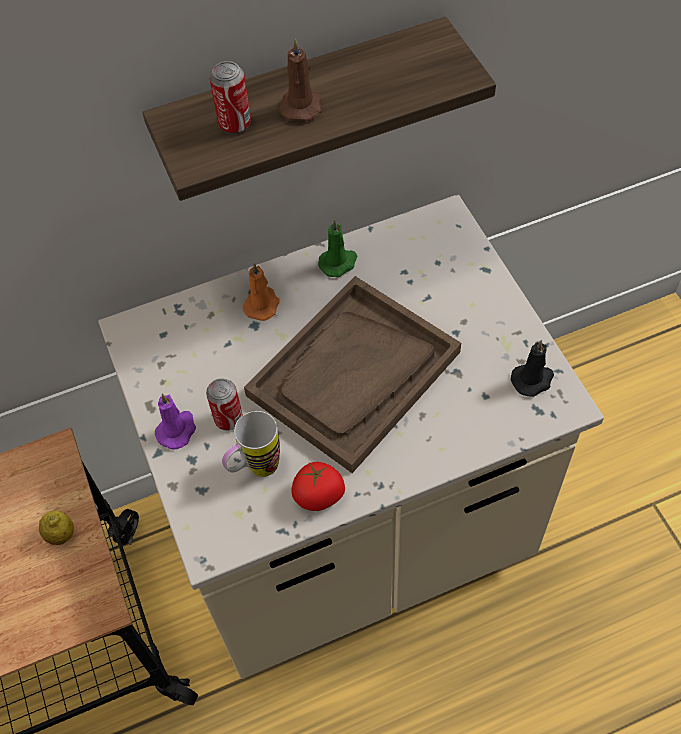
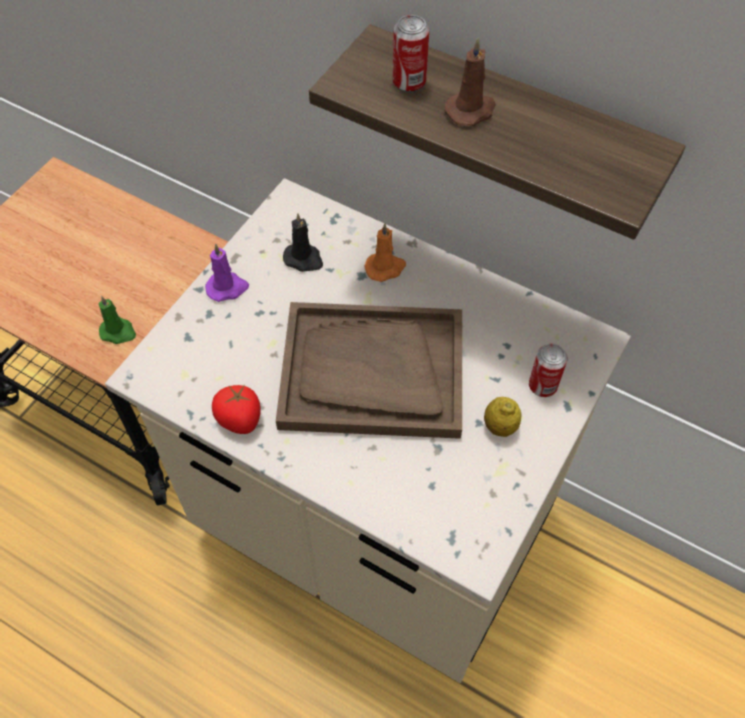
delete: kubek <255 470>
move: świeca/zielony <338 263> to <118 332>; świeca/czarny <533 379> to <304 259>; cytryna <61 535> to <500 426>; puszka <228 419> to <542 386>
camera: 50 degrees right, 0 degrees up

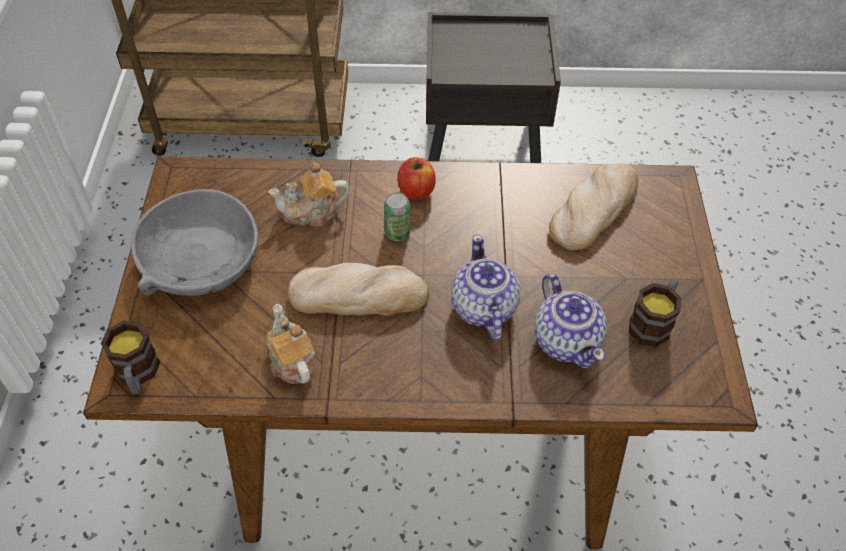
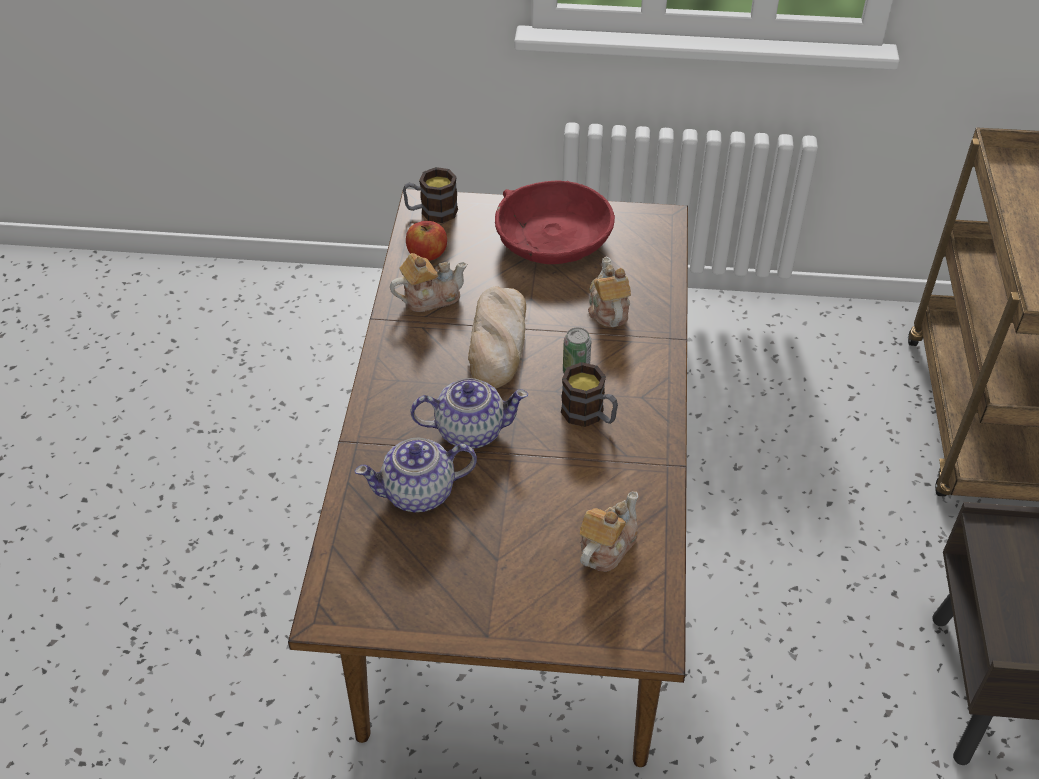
move: jabłko <416 191> to <427 254>; kubek <653 322> to <589 415>
replace: chleb <594 208> to imbryk <606 546>
recolor: miska/szary <200 258> to miska/czerwony <552 239>
camera: 95 degrees right, 5 degrees down

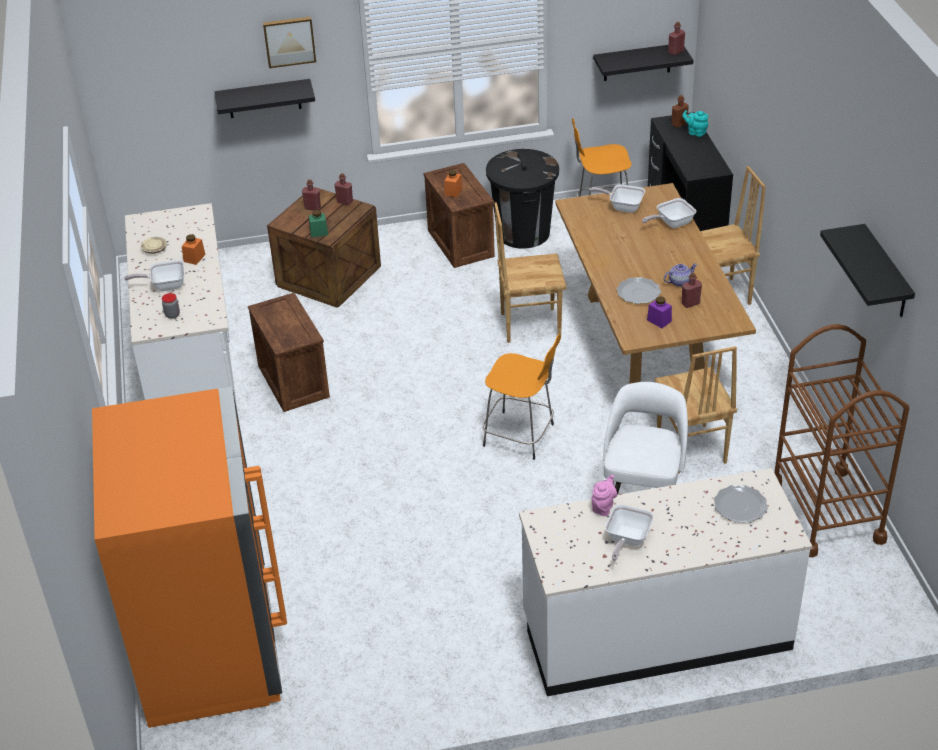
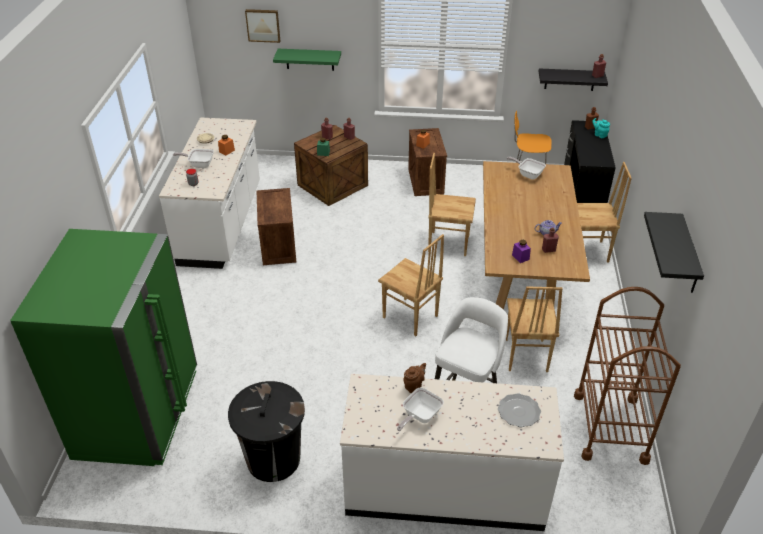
delete: talerz <638 292>; patelnia <671 223>
move: kosz na śmieci/czarny <523 233> to <273 459>; obraz <289 41> to <263 25>
replace: stołek/pomarańczowy <521 436> to krzesło/brązowy <410 317>
recolor: lodówka/pomarańczowy <211 647> to lodówka/zielony <138 413>; półka/czarny <264 98> to półka/zielony <310 59>; imbryk/różowy <603 506> to imbryk/brązowy <414 385>
camera: 15 degrees right, 0 degrees up

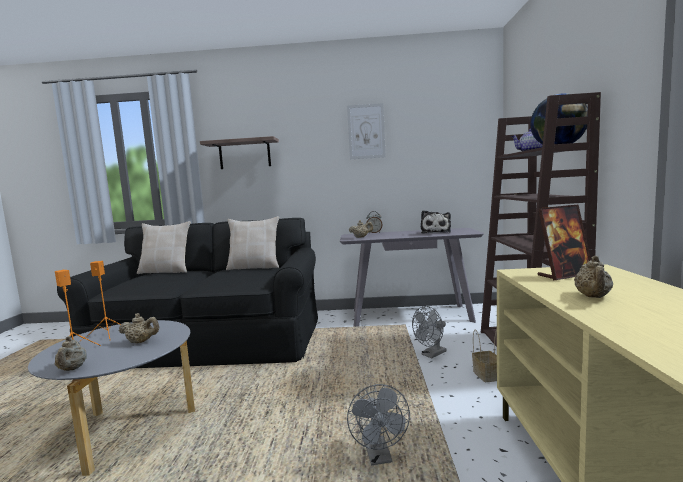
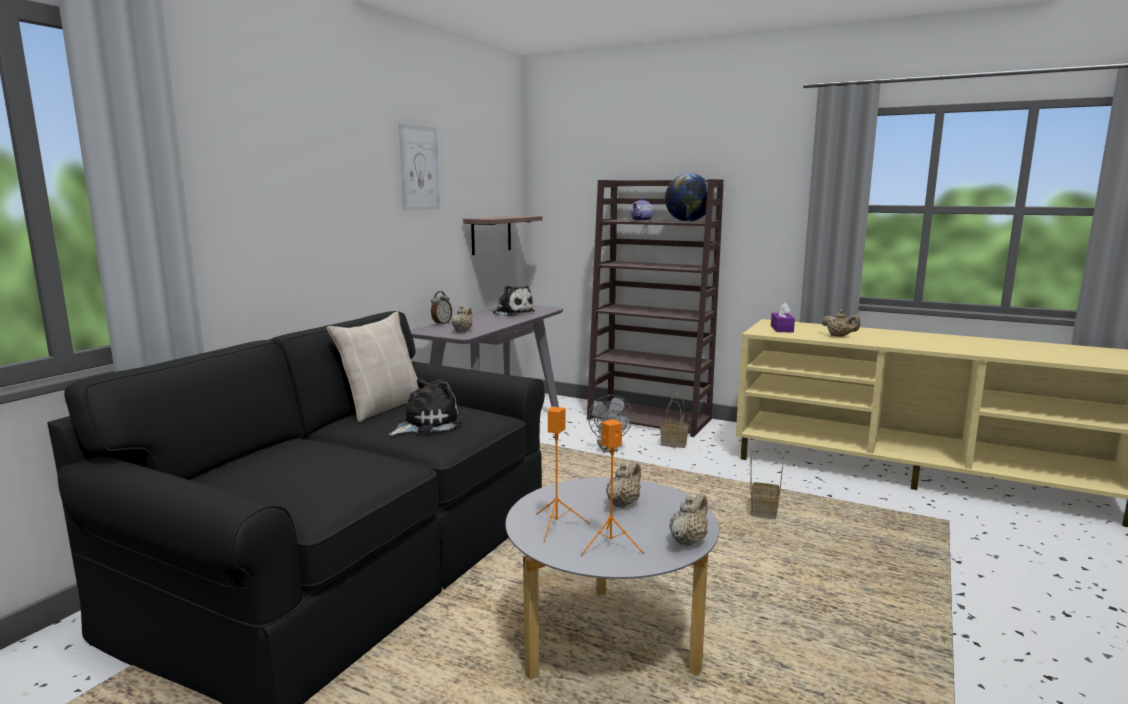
delete: poduszka/beżowy <166 271>
insert: pluszak <426 424>
move: półka <244 154> to <491 234>
replace: wentylator/szary <379 457> to koszyk <763 511>; ramka na zdjęcie <564 275> to pudełko chusteczek/fioletowy <782 329>
rotate: imbryk/beżowy <72 369> = <688 541> 60 degrees counterclockwise
camera: 65 degrees left, 5 degrees up

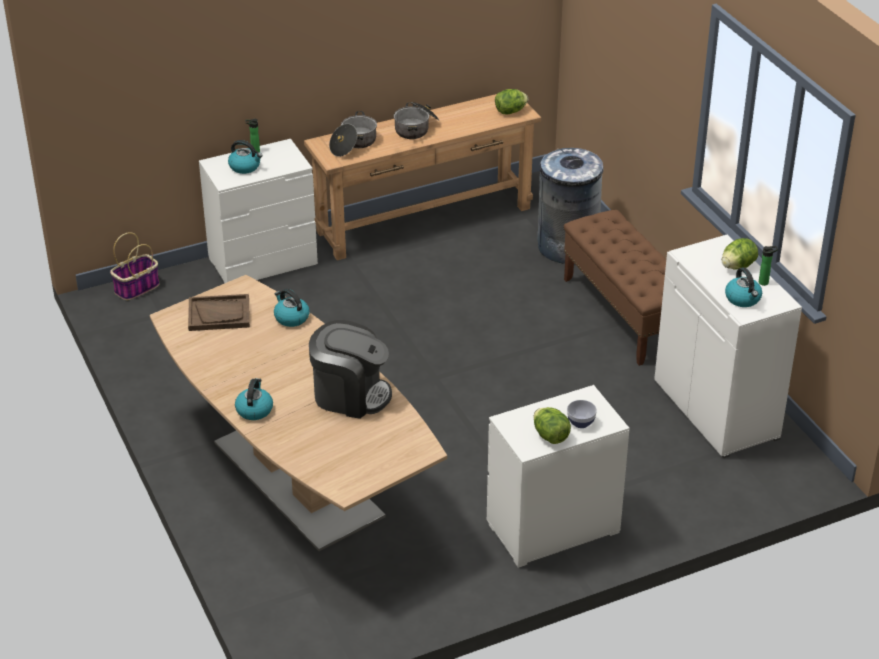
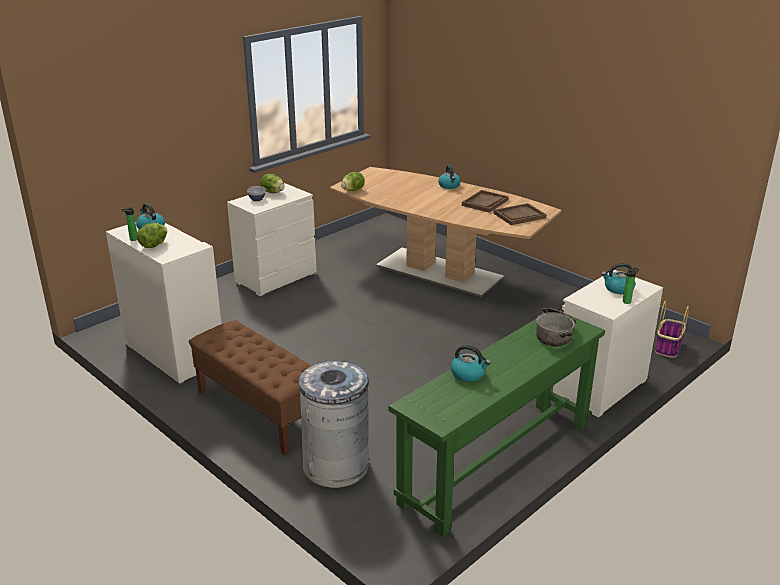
delete: ekspres do kawy <350 395>; garnek <416 128>
insert: taca/brązowy <485 202>
move: sałata <510 111> to <353 190>; czajnik <291 318> to <468 374>
recolor: stolik konsolowy/brązowy <424 220> to stolik konsolowy/zielony <497 462>
camera: 160 degrees right, 10 degrees down

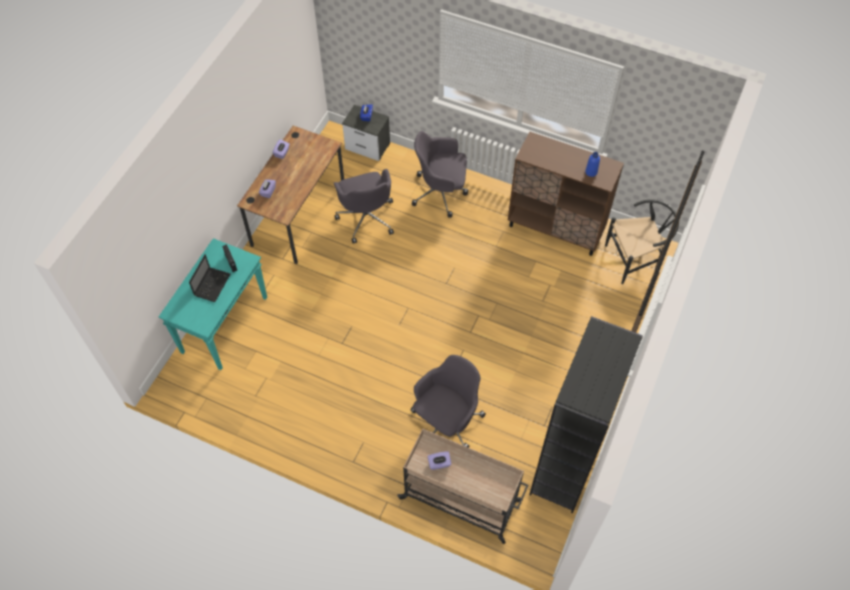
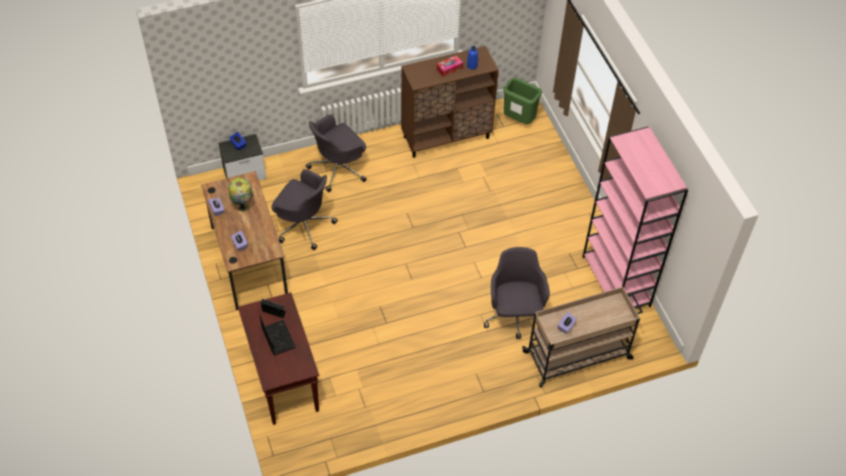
insert: lampa stołowa <243 207>; pudełko chusteczek <449 68>
replace: krzesło/czarny <635 259> to kosz na śmieci/zielony <519 120>
recolor: stolik konsolowy/turkusowy <224 324> to stolik konsolowy/brązowy <283 378>; regał/czarny <566 465> to regał/różowy <616 281>
camera: 45 degrees left, 5 degrees down

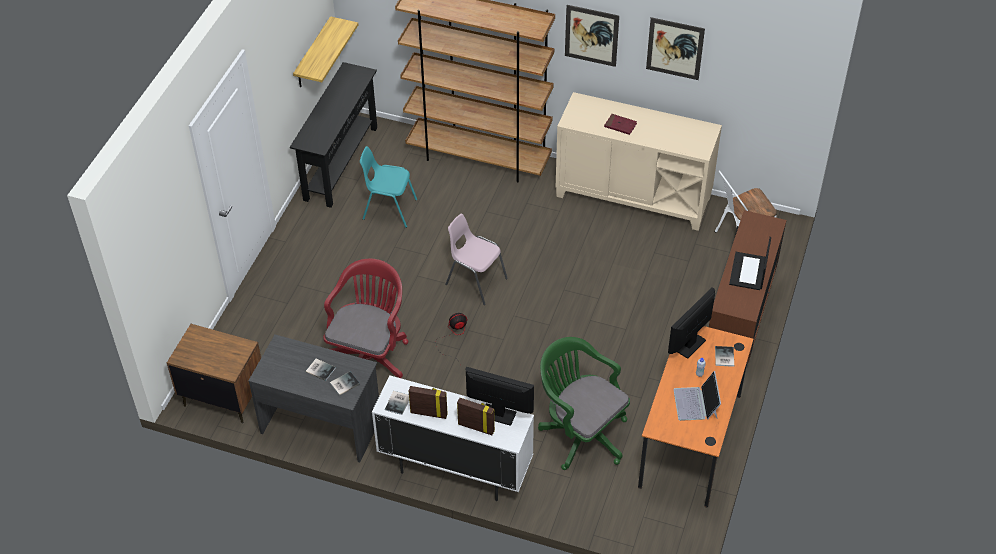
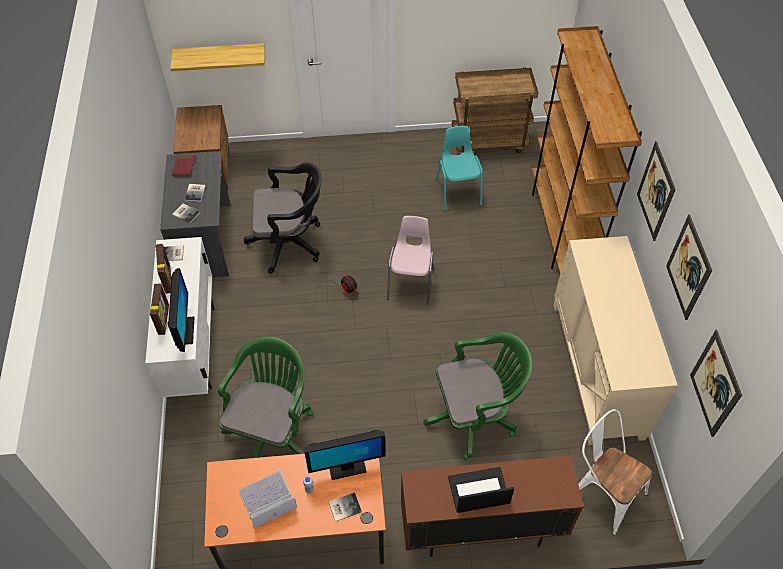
insert: krzesło biurowe/zielony <475 416>; obraz <715 384>
move: półka <313 54> to <220 56>; książka/czerwony <620 125> to <184 166>
replace: stolik konsolowy/czarny <340 163> to wózek/brązowy <489 141>
recolor: krzesło biurowe/czerwony <370 356> to krzesło biurowe/czarny <290 243>
rotate: monitor <690 345> = <346 467> 150 degrees clockwise
camera: 65 degrees right, 5 degrees up

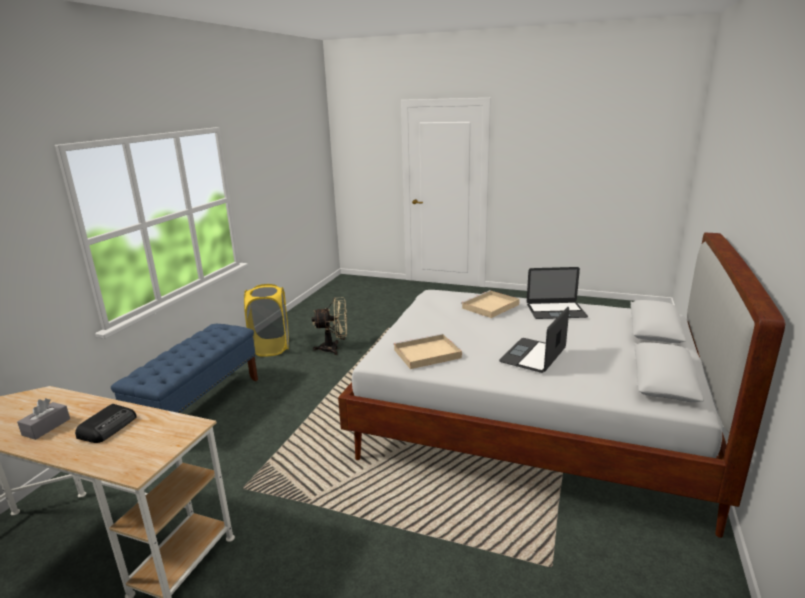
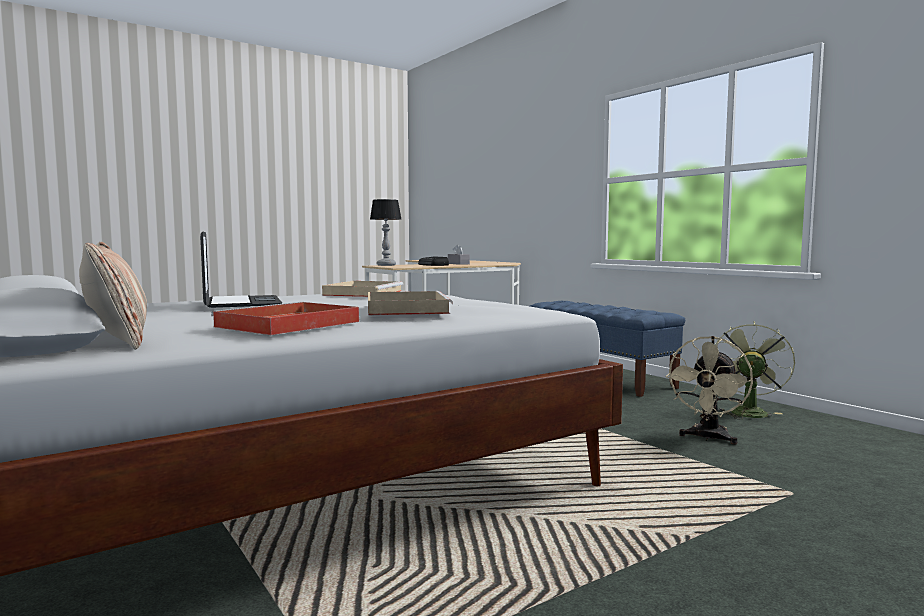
insert: poduszka <117 334>; lampa stołowa <386 265>
replace: laptop <556 310> to taca/czerwony <286 324>; kosz na pranie/żółty <271 347> to wentylator/zielony <747 411>
camera: 125 degrees right, 15 degrees down

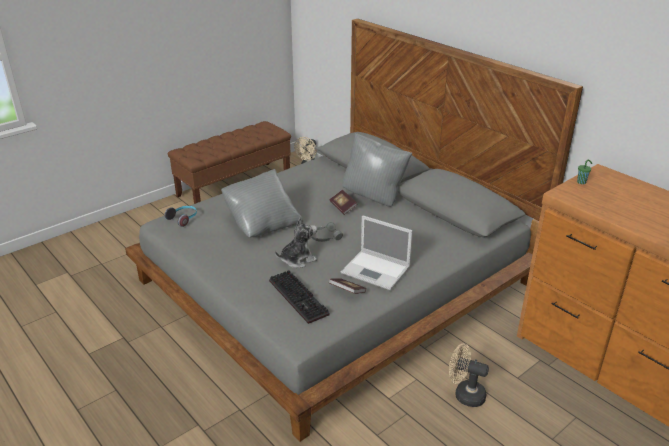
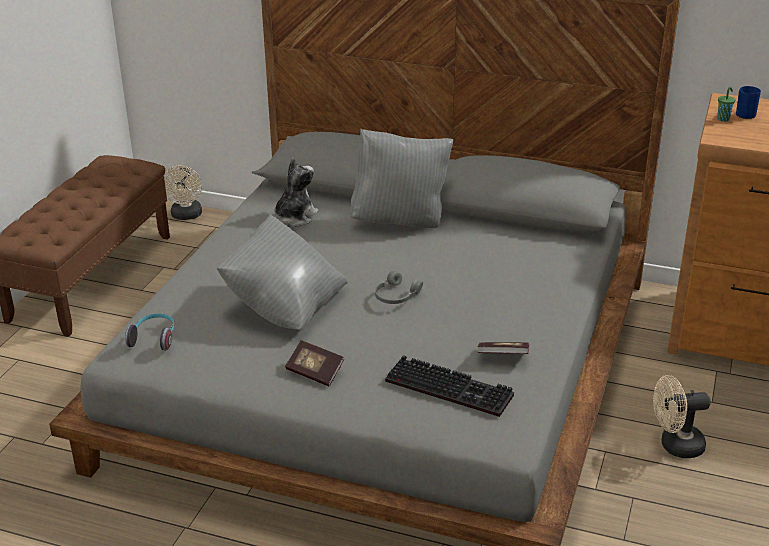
delete: laptop <377 270>
insert: kubek/niebieski <743 113>
move: pluszak <297 259> to <295 217>; książka <343 207> to <315 372>
camera: 30 degrees left, 0 degrees up

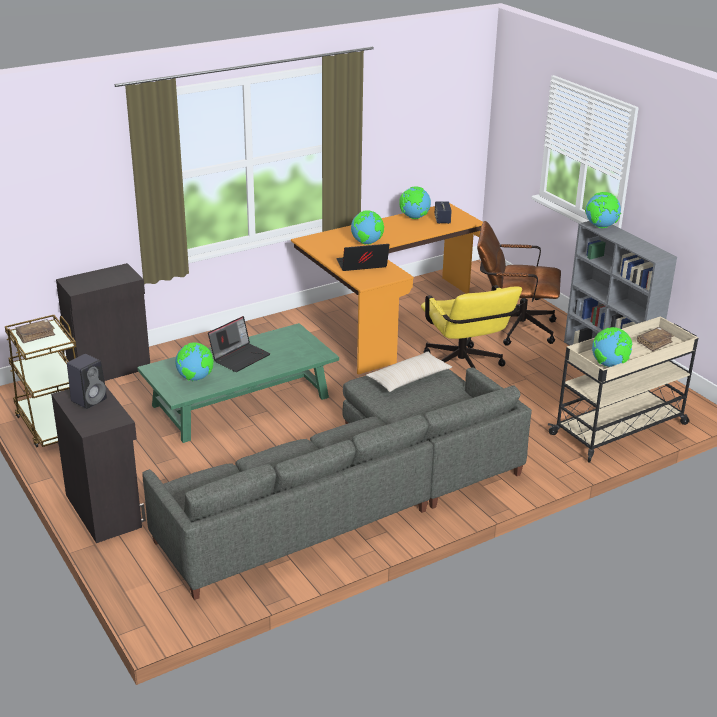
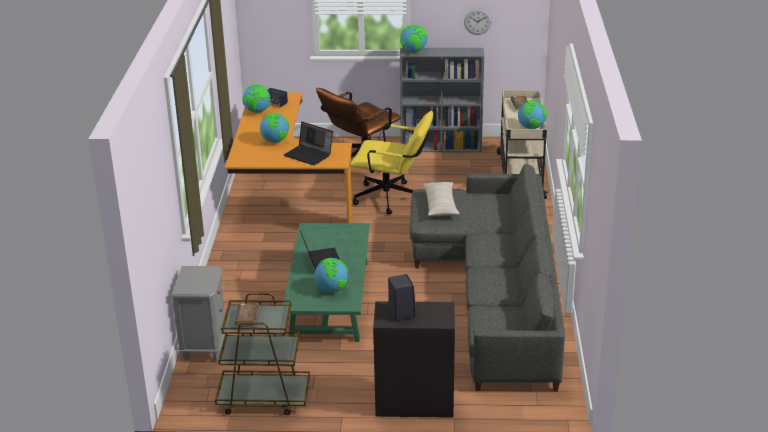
insert: zegar ścienny <477 21>
replace: szafka/czarny <110 369> to szafka nocna/szary <205 346>
rotate: laptop <361 265> = <309 155> 75 degrees counterclockwise
camera: 55 degrees left, 0 degrees up

